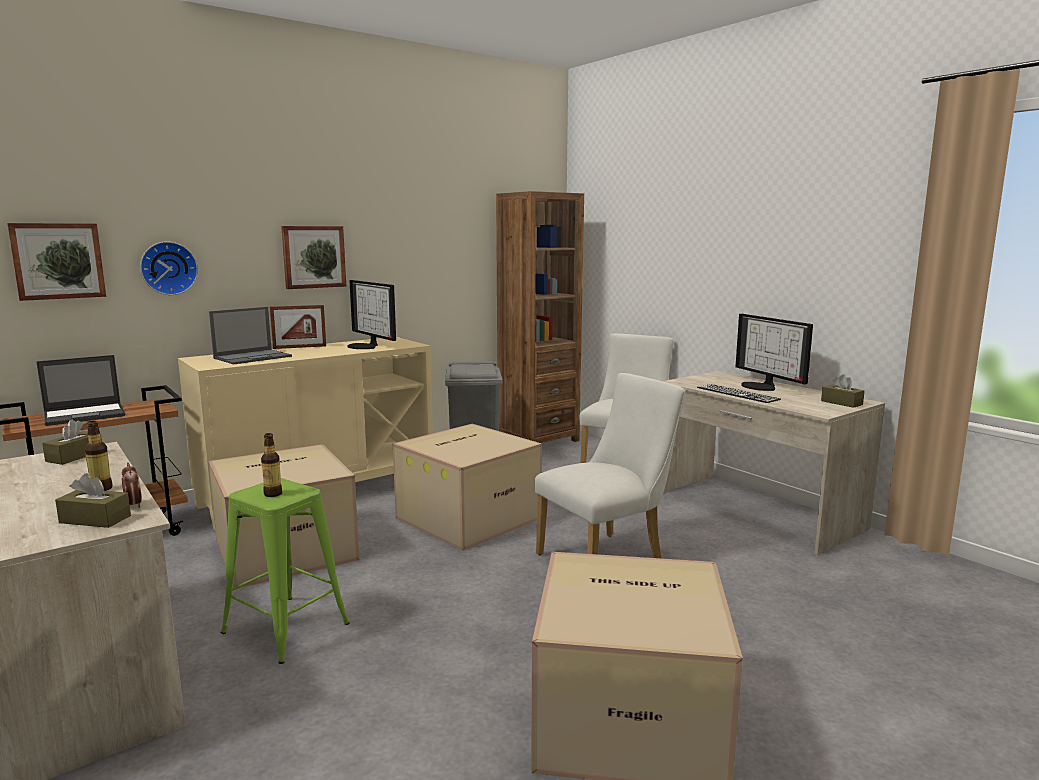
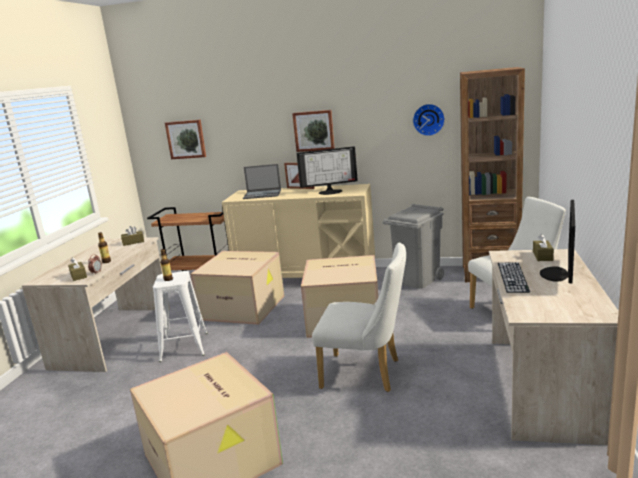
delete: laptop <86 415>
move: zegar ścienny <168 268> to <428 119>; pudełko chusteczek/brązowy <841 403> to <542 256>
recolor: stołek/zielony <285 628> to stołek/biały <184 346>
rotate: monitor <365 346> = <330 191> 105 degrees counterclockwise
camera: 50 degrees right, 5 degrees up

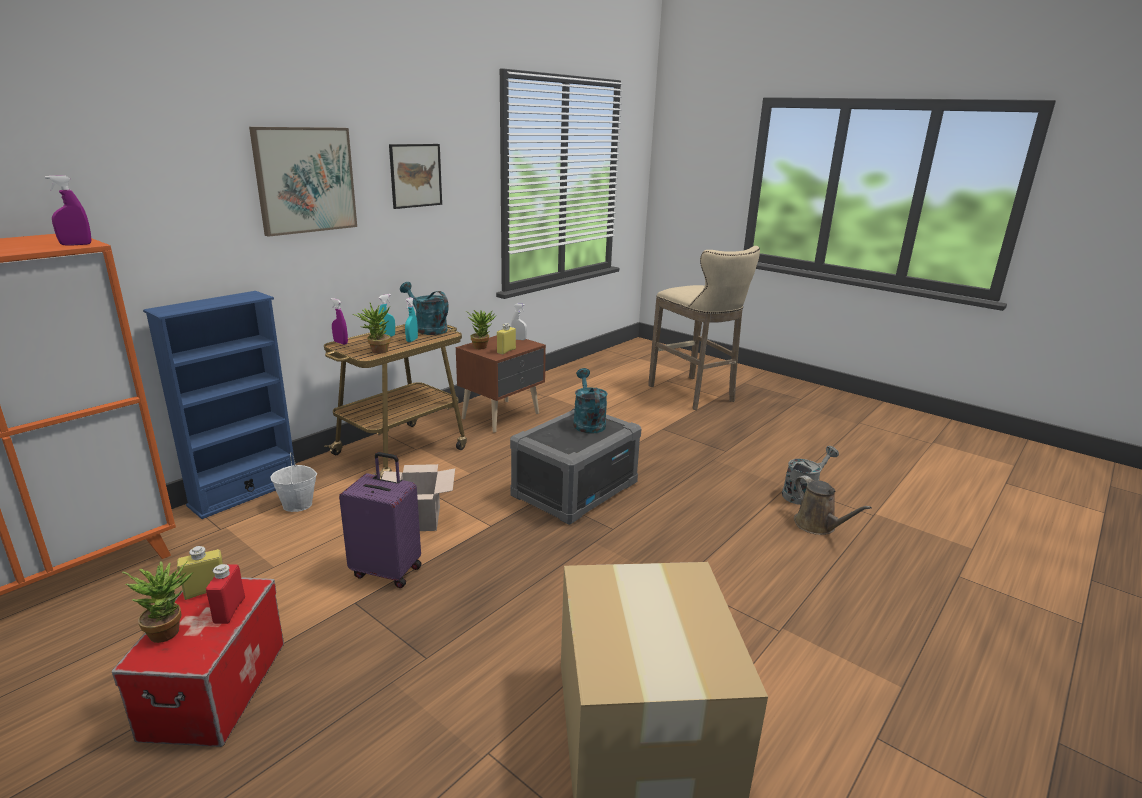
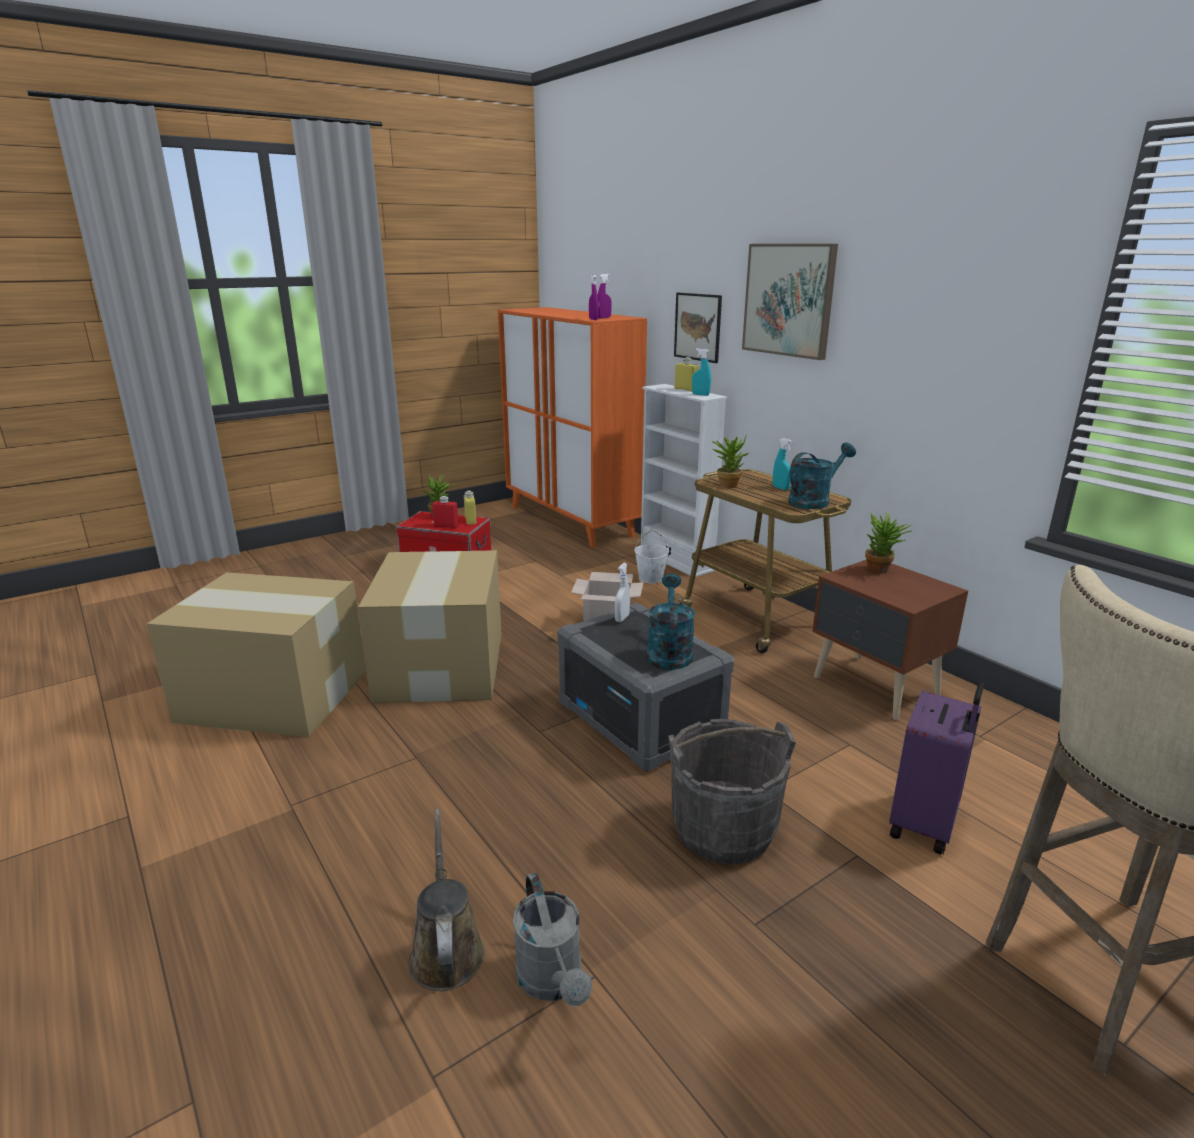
insert: karton <439 667>; wiadro/szary <723 830>
move: spryskiwacz/fioletowy <340 343> to <604 318>; spryskiwacz/biały <518 339> to <622 618>; obraz <415 175> to <698 327>; butelka/żółty <506 351> to <686 390>; spryskiwacz/turkusowy <412 340> to <700 395>; walizka/fioletowy <387 570> to <925 825>
recolor: regał/niebieski <245 493> to regał/biały <676 560>
rotate: konewka/brązowy <817 526> = <446 950> 90 degrees clockwise; konewka/turkusowy <587 422> = <669 652> 90 degrees counterclockwise
camera: 105 degrees right, 0 degrees up

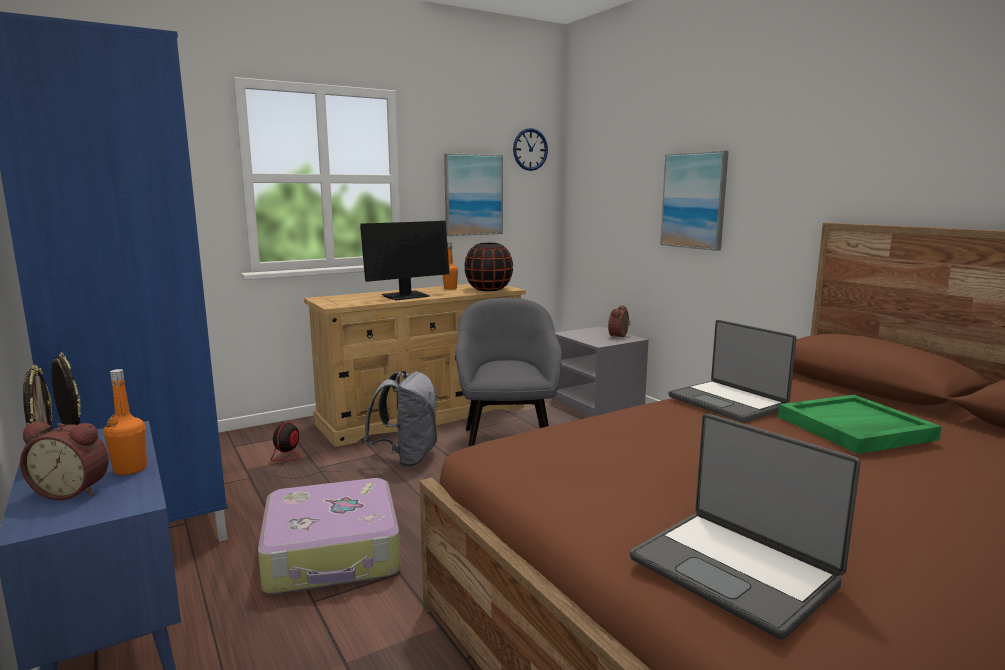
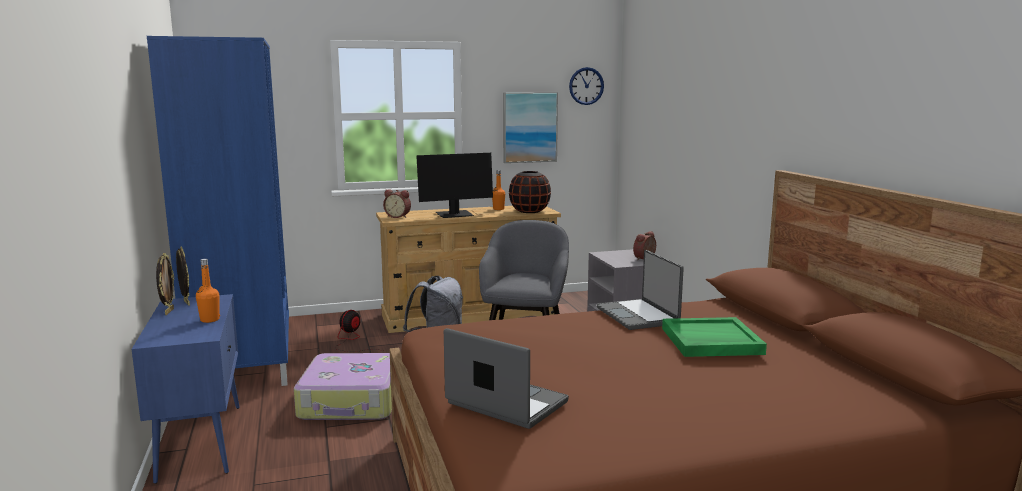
delete: obraz <694 200>
move: budzik <73 491> to <398 216>
rotate: laptop <735 570> = <505 404> 150 degrees clockwise
camera: 15 degrees right, 0 degrees up

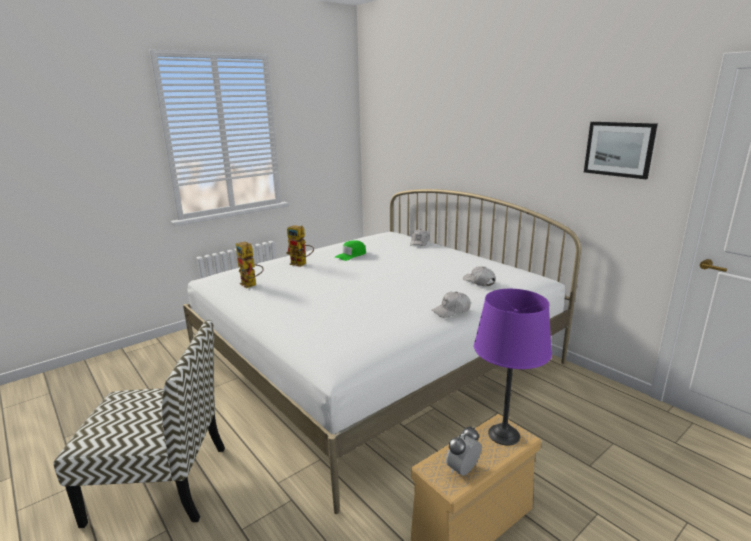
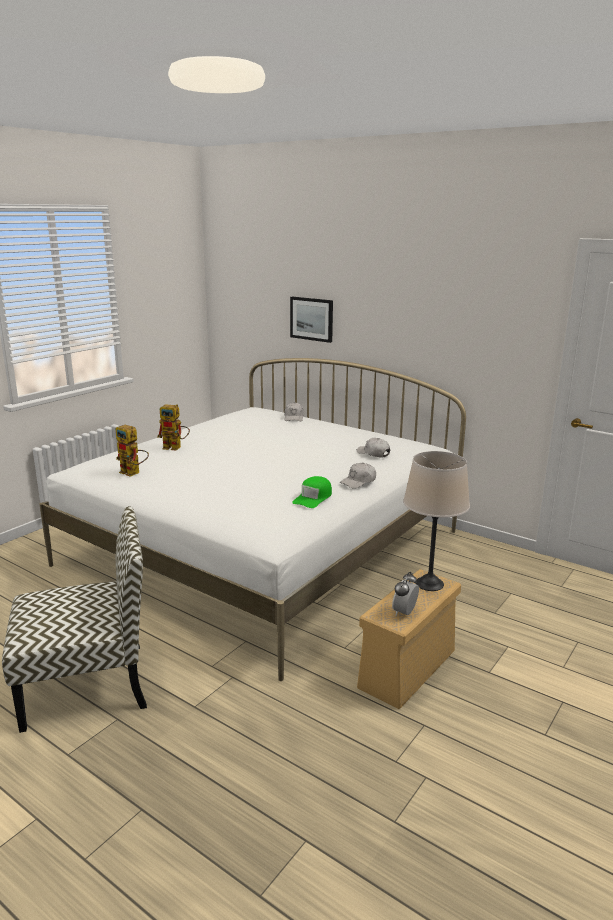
move: obraz <619 149> to <312 319>; czapka z daszkiem/zielony <351 255> to <313 498>
recolor: lampa stołowa/fioletowy <504 434> to lampa stołowa/beżowy <429 583>
camera: 15 degrees left, 0 degrees up

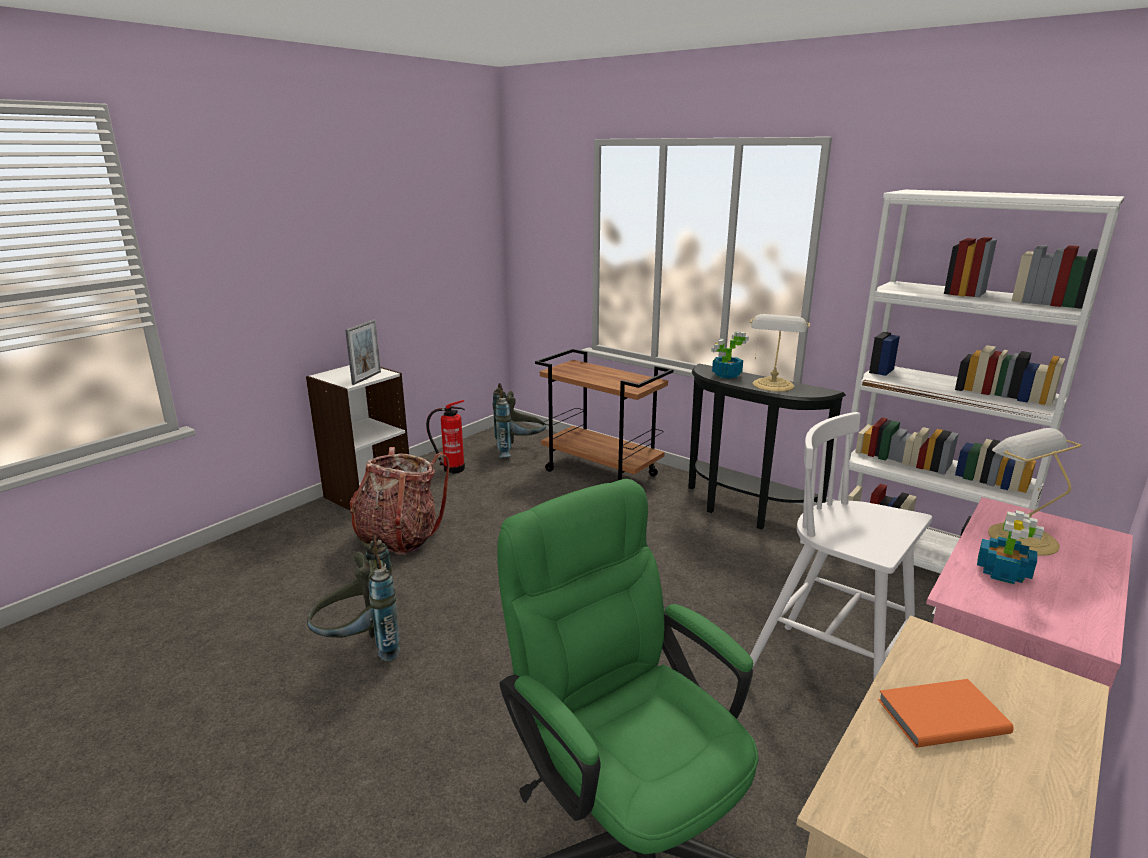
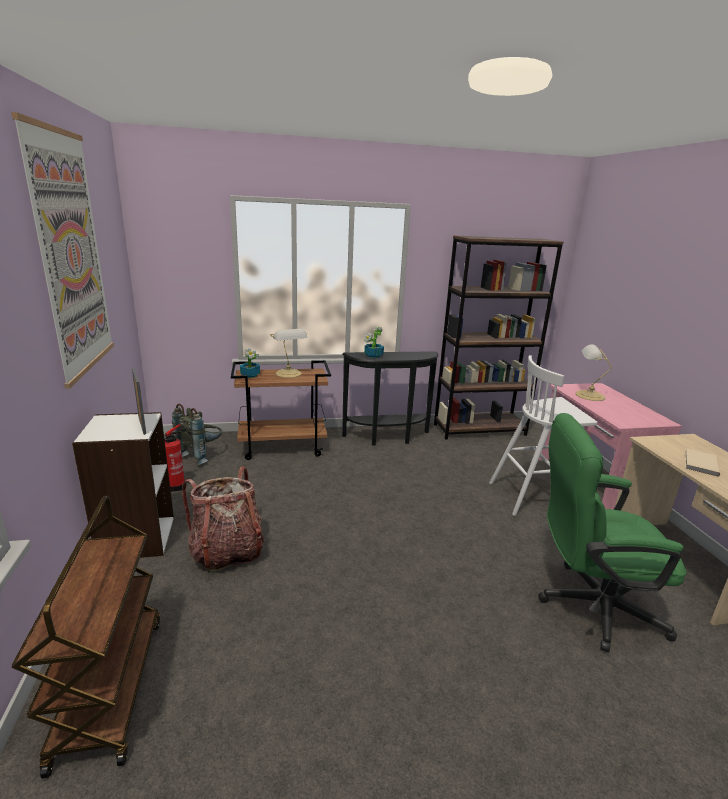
delete: plecak/szary <360 647>
insert: obraz <71 255>; wózek/brązowy <109 687>
move: roślina doniczkowa <1003 572> to <250 375>; lampa stołowa <773 385> to <289 374>
recolor: regał/biały <922 560> to regał/brązowy <479 429>; książka/pomarańczowy <939 715> to książka/beżowy <699 464>
camera: 50 degrees left, 0 degrees up

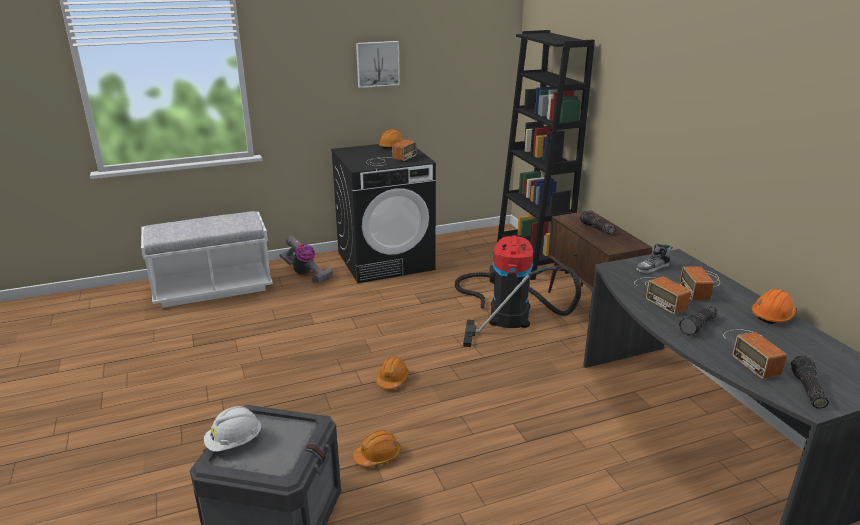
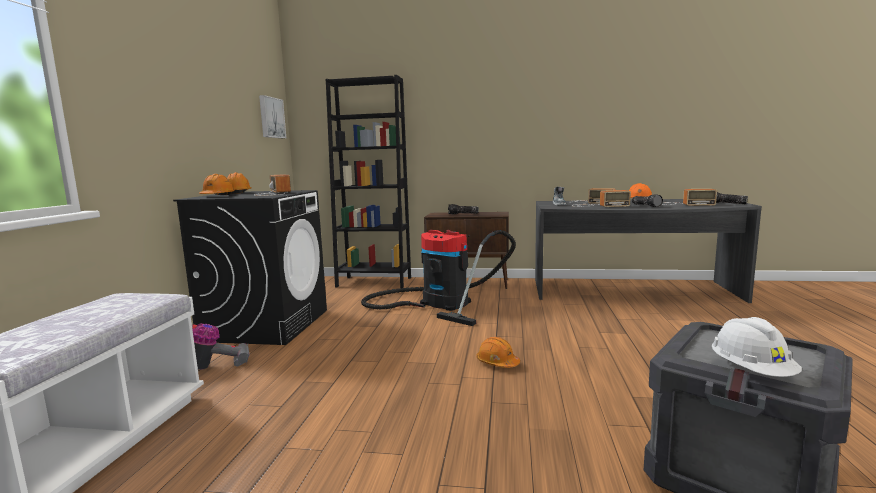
move: kask/pomarańczowy <378 456> to <217 196>; obraz <377 64> to <271 117>
camera: 60 degrees left, 15 degrees down

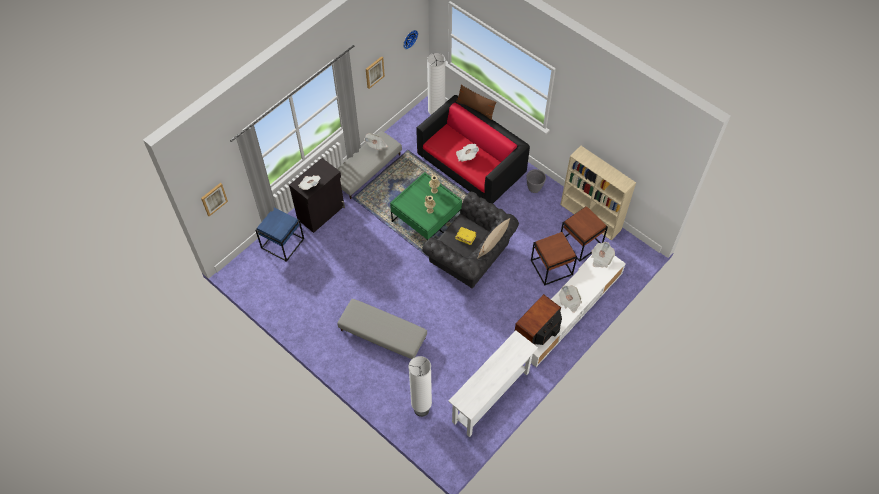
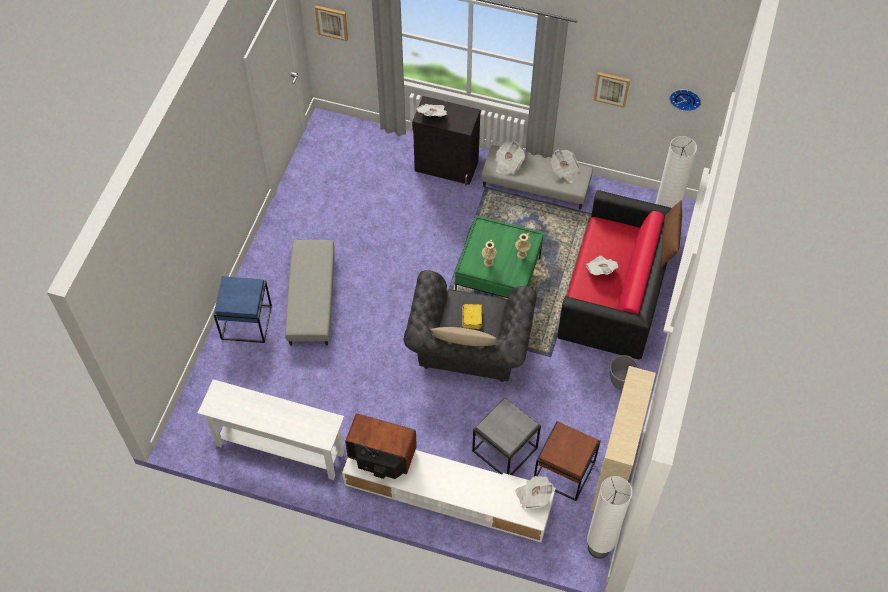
move: stolik/niebieski <282 243> to <247 322>; gazeta <569 301> to <508 163>; lampa stojąca/biały <421 409> to <598 548>
recolor: stolik/brązowy <551 268> to stolik/szary <504 449>
camera: 65 degrees right, 0 degrees up

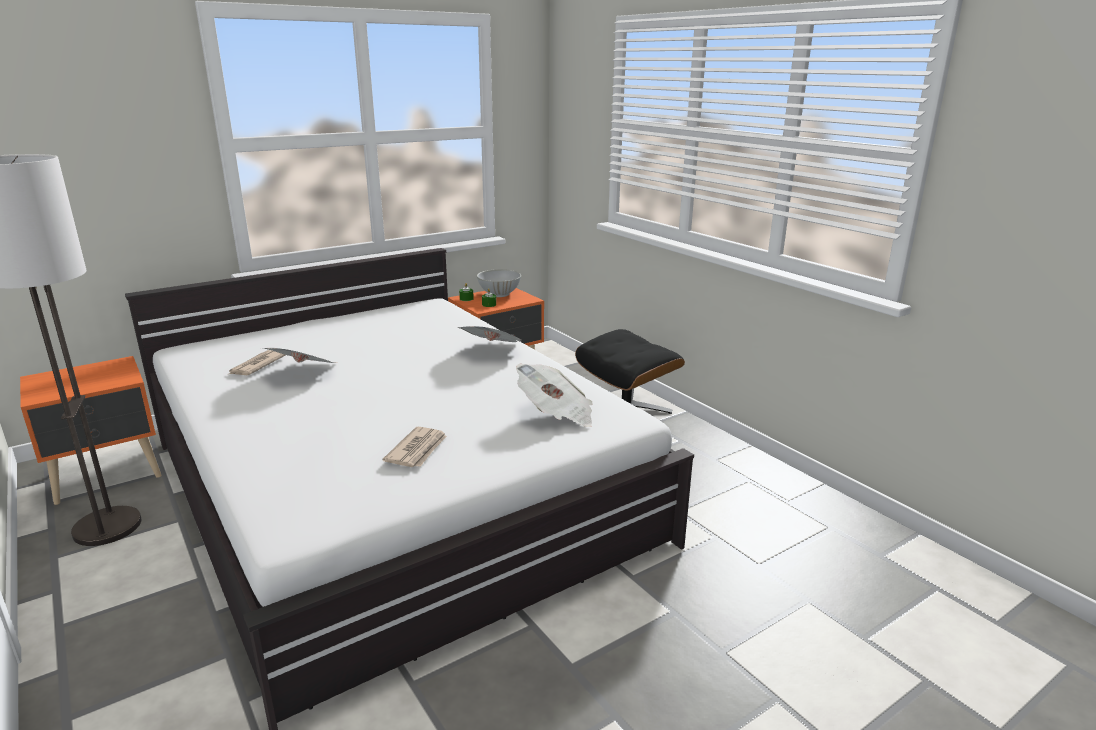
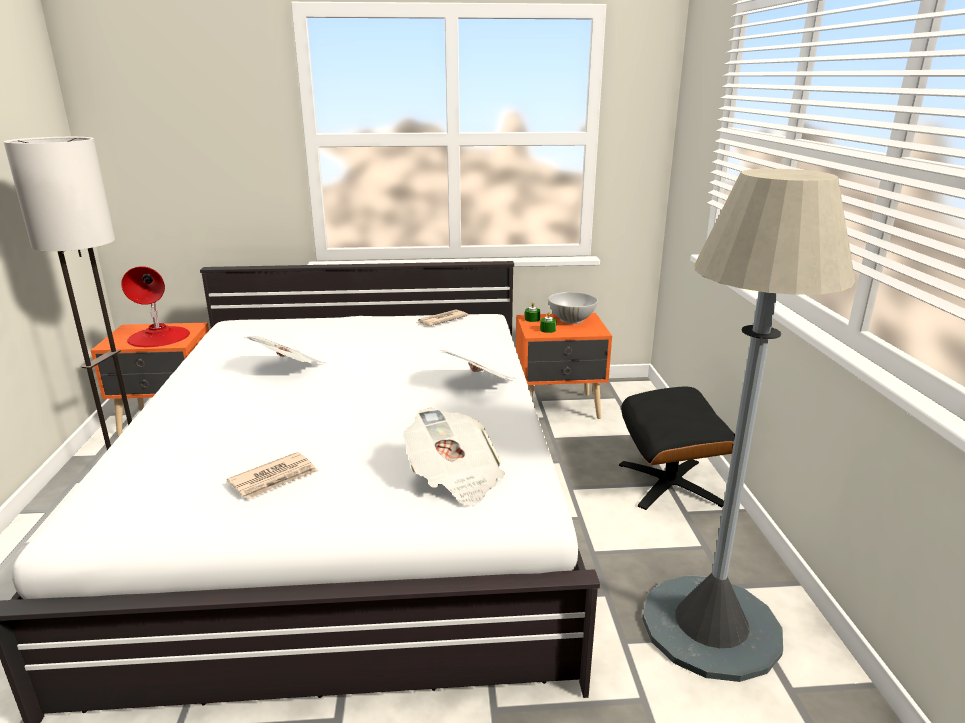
insert: lampa stołowa/czerwony <159 336>; lampa stojąca/szary <711 626>
move: gazeta <256 365> to <441 320>
camera: 30 degrees right, 0 degrees up

